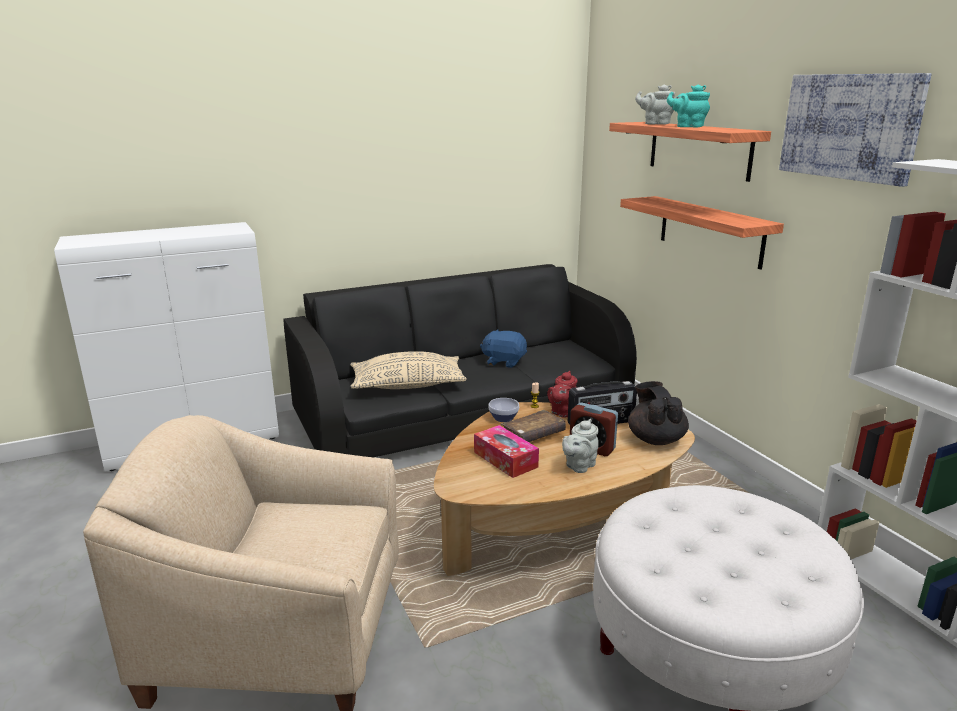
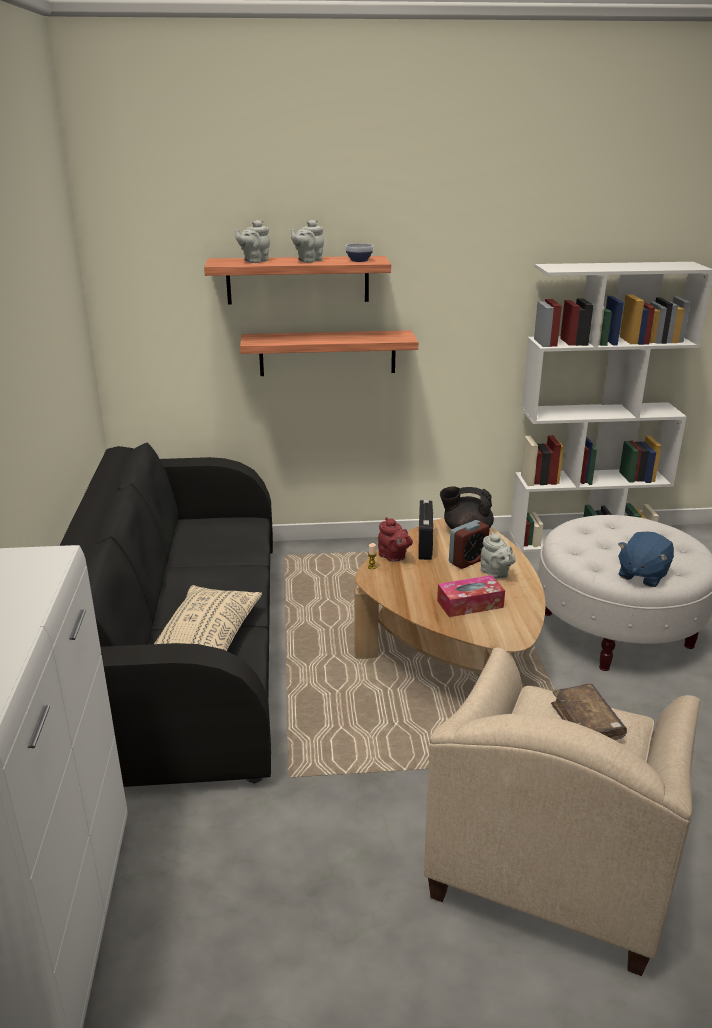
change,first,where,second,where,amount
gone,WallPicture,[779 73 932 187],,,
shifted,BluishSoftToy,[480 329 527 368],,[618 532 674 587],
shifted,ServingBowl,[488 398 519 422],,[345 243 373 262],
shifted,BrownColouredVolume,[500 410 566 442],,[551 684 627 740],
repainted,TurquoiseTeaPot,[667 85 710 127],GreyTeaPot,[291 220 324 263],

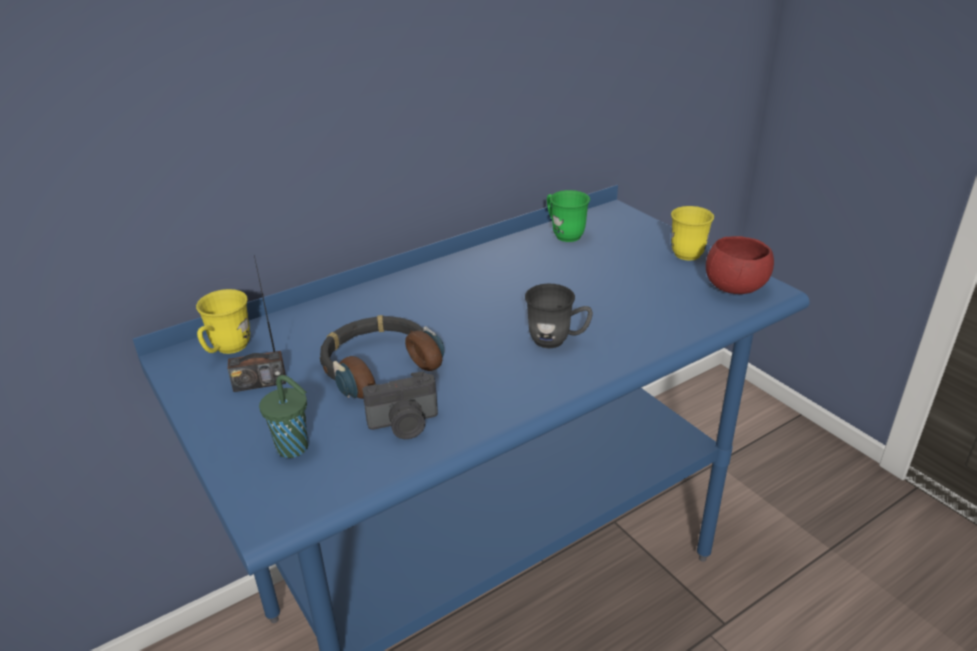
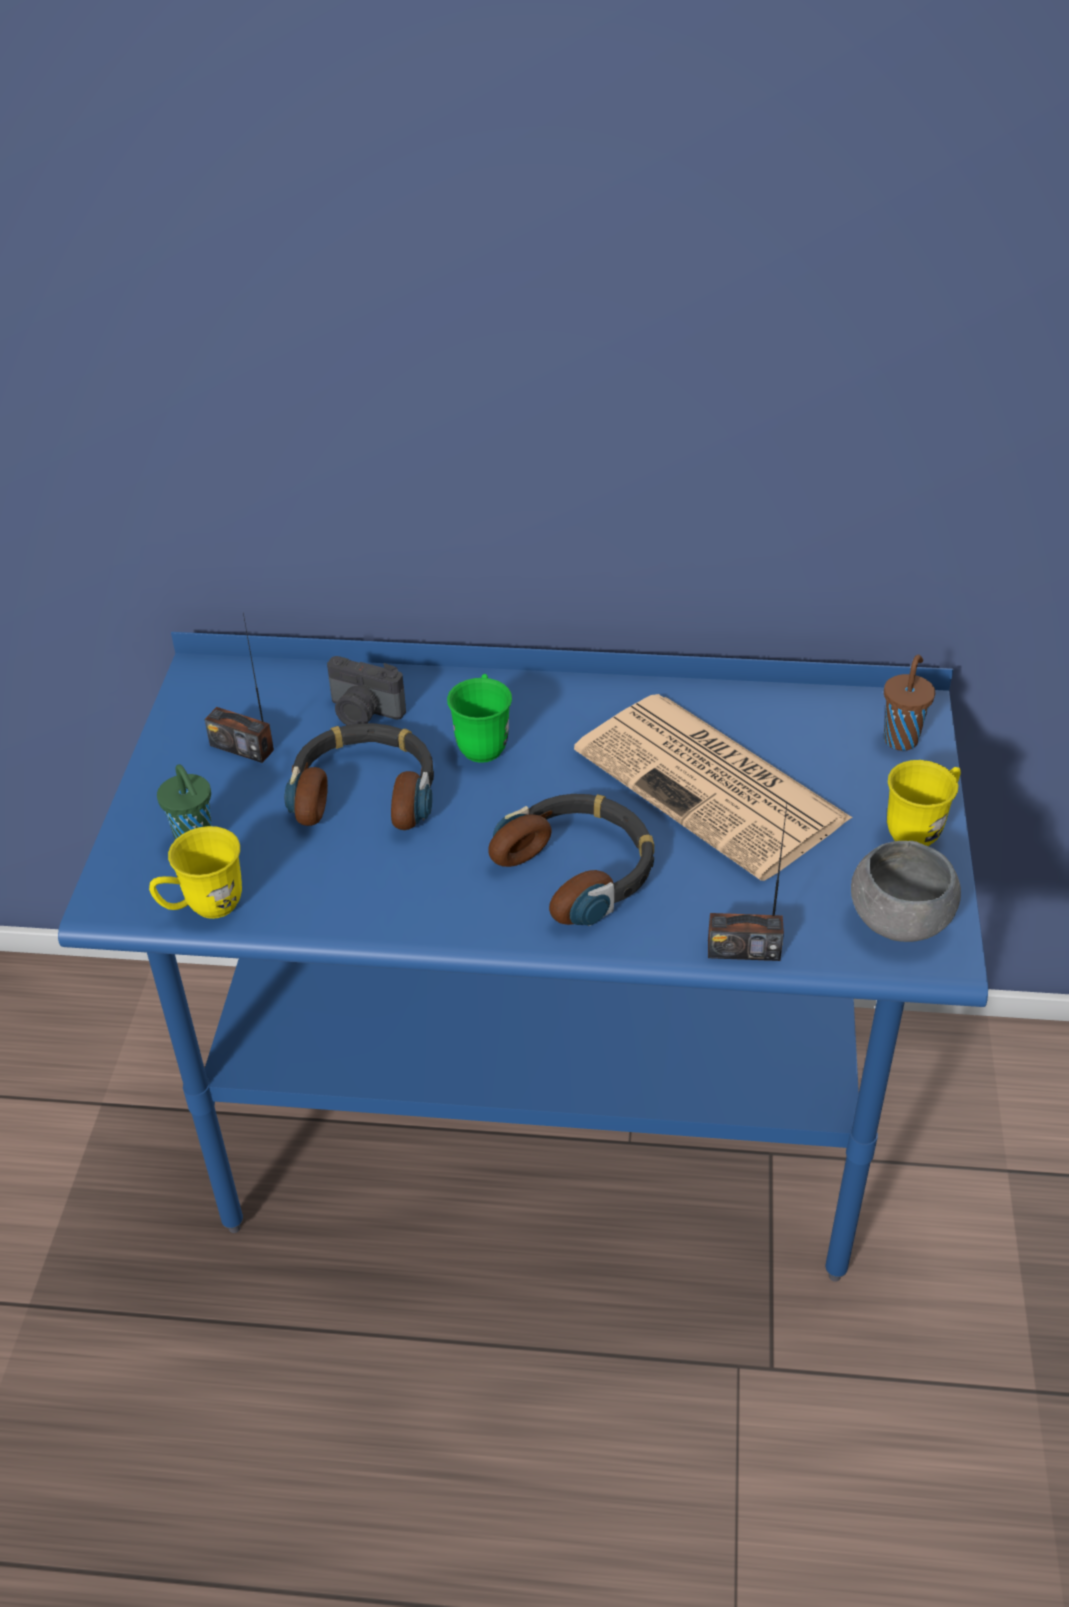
change,first,where,second,where,amount
new,,,DailyPaper,[574 694 853 881],
new,,,Radio,[708 805 787 961],
new,,,BrownColouredDrinkingCup,[884 655 935 751],
shifted,YellowishCoffeeMug,[196 289 250 354],,[149 826 242 919],
shifted,PhotoCamera,[362 371 438 439],,[327 656 406 725],
shifted,GreenCoffeeMug,[547 190 590 242],,[447 674 512 763],
swapped,GreyCoffeeMug,[525 284 593 348],PairOfHeadphones,[488 794 654 926],
repainted,ReddishServingBowl,[706 236 774 294],GreyServingBowl,[851 841 961 942],

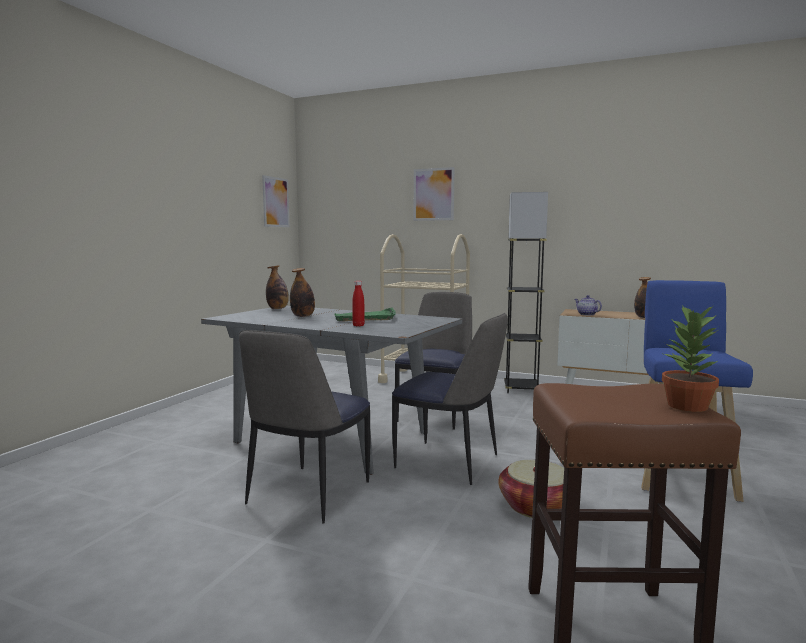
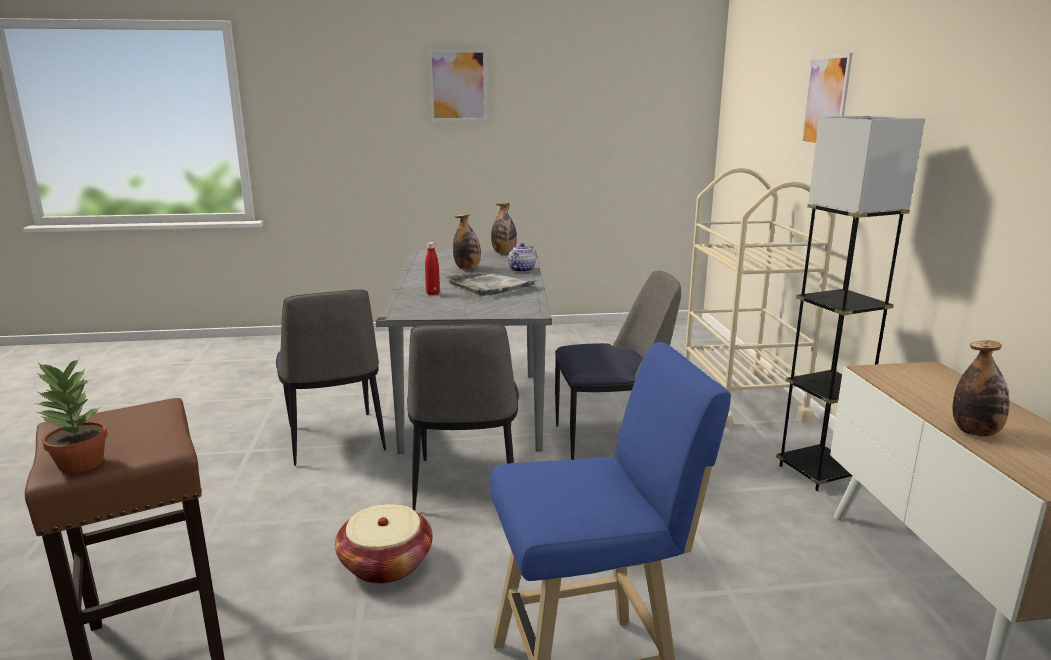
change,first,where,second,where,amount
shifted,WallPicture,[262 175 290 227],,[428 49 487 121],
shifted,TeaPot,[575 295 602 315],,[508 243 536 272],
repainted,GreenTray,[335 308 396 322],GreyTray,[446 272 535 296],
rotated,UprightChair,[239 330 370 524],,[276 289 386 466],105 degrees counterclockwise

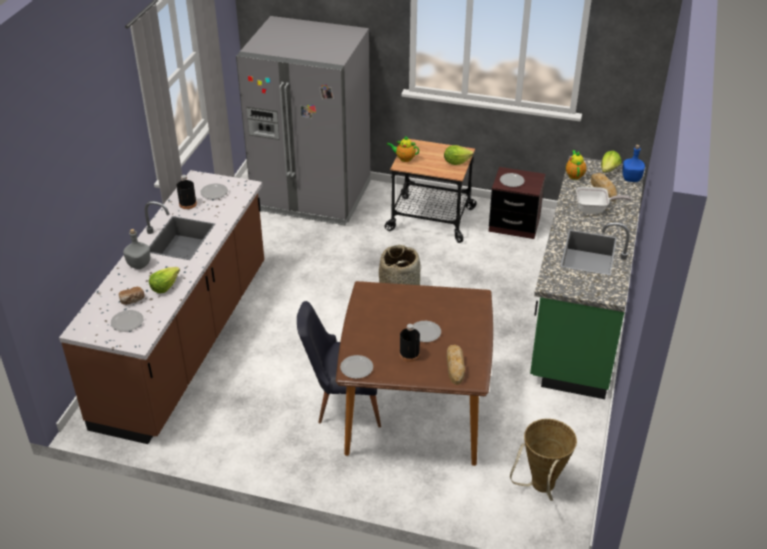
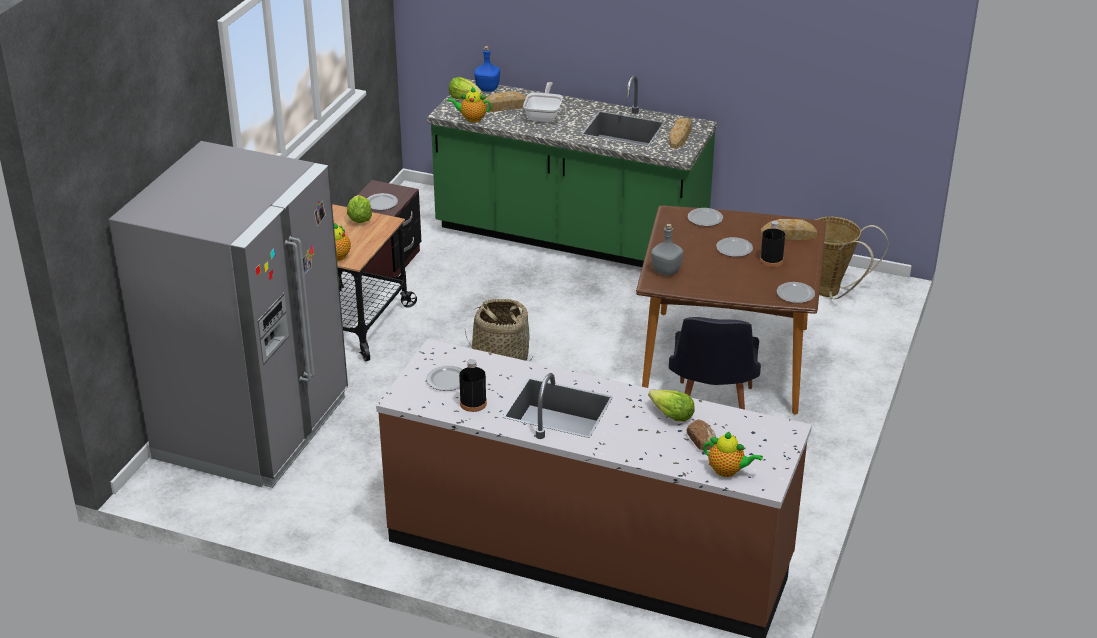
change,first,where,second,where,amount
new,,,BakeryBread,[669 118 692 149],
new,,,TeaPot,[703 432 763 477],
shifted,FlatDish,[111 310 144 332],,[688 208 723 226],
shifted,GreyBottle,[123 229 150 269],,[651 224 683 276],

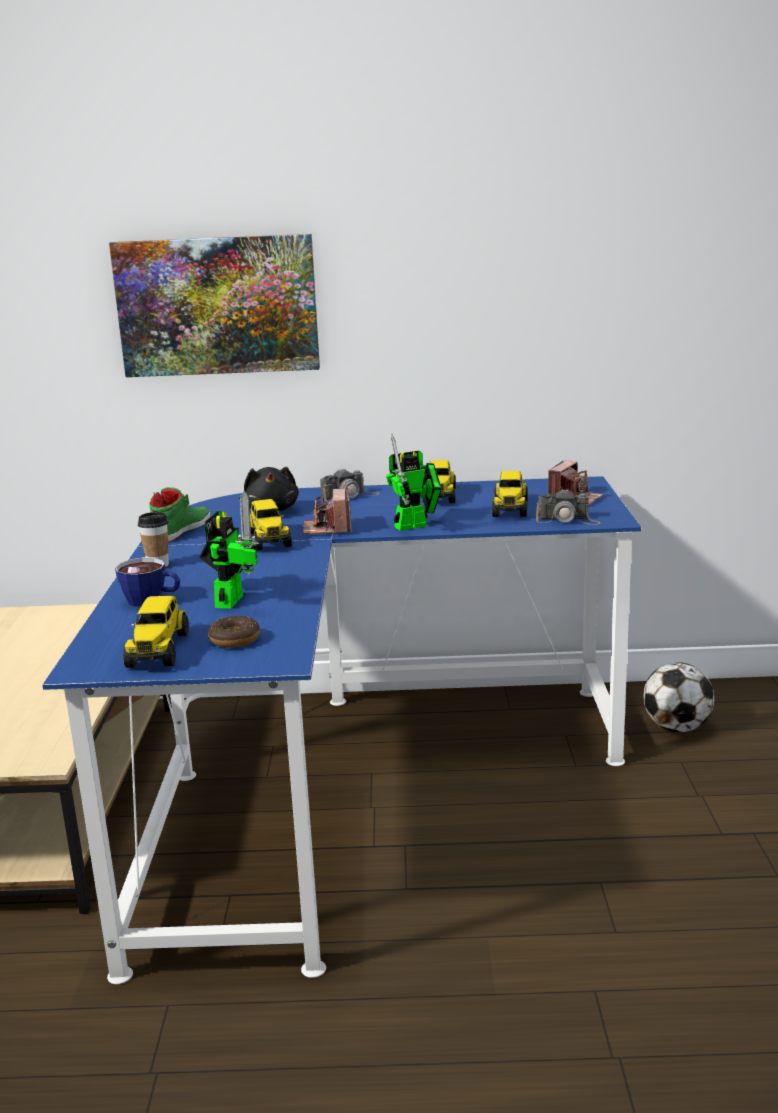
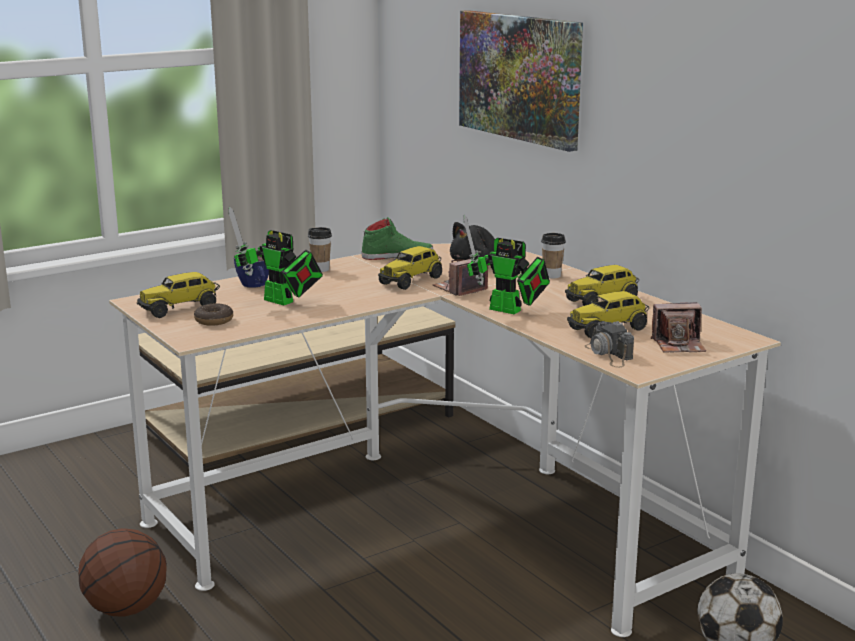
change,first,where,second,where,amount
new,,,BallForBasketball,[78 528 167 617],
swapped,PhotoCamera,[320 468 380 502],DrinkingCup,[541 233 566 279],
repainted,BluishDeskUnit,[42 476 641 984],BeigeColouredDeskUnit,[109 243 781 637],
rotated,ToyRobot,[199 491 259 609],,[228 206 323 306],60 degrees clockwise

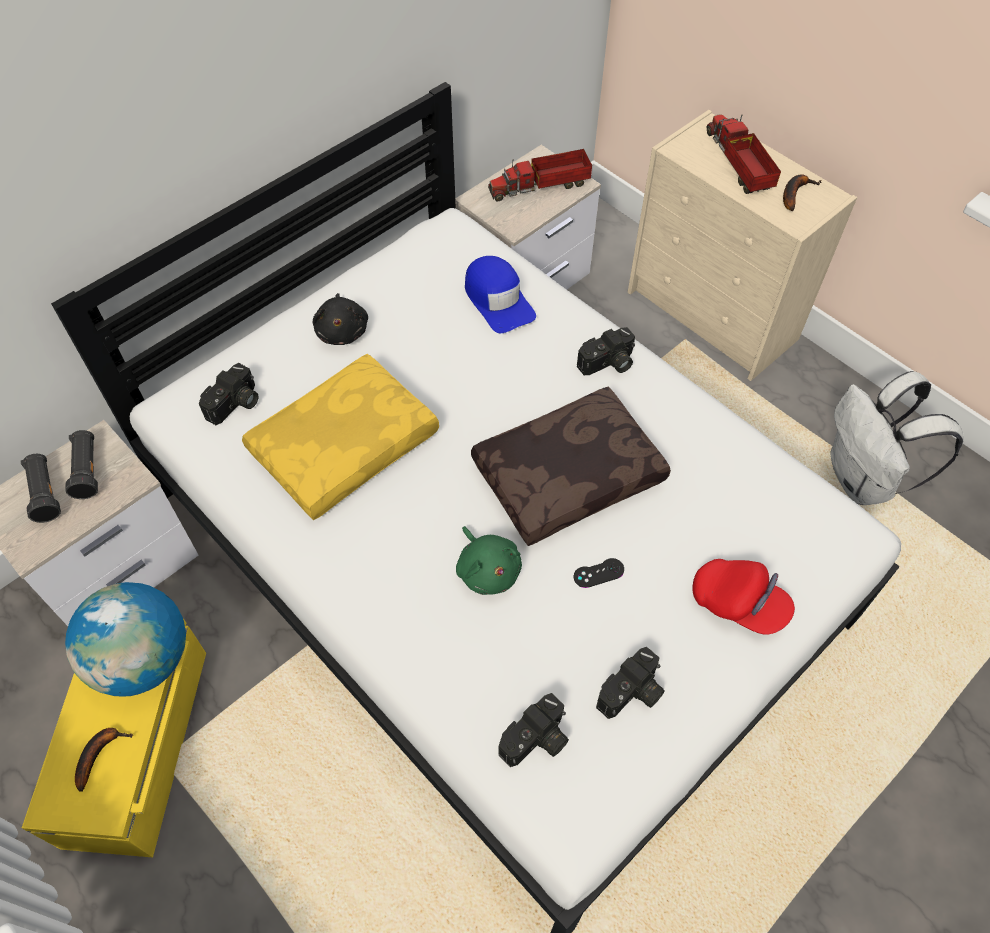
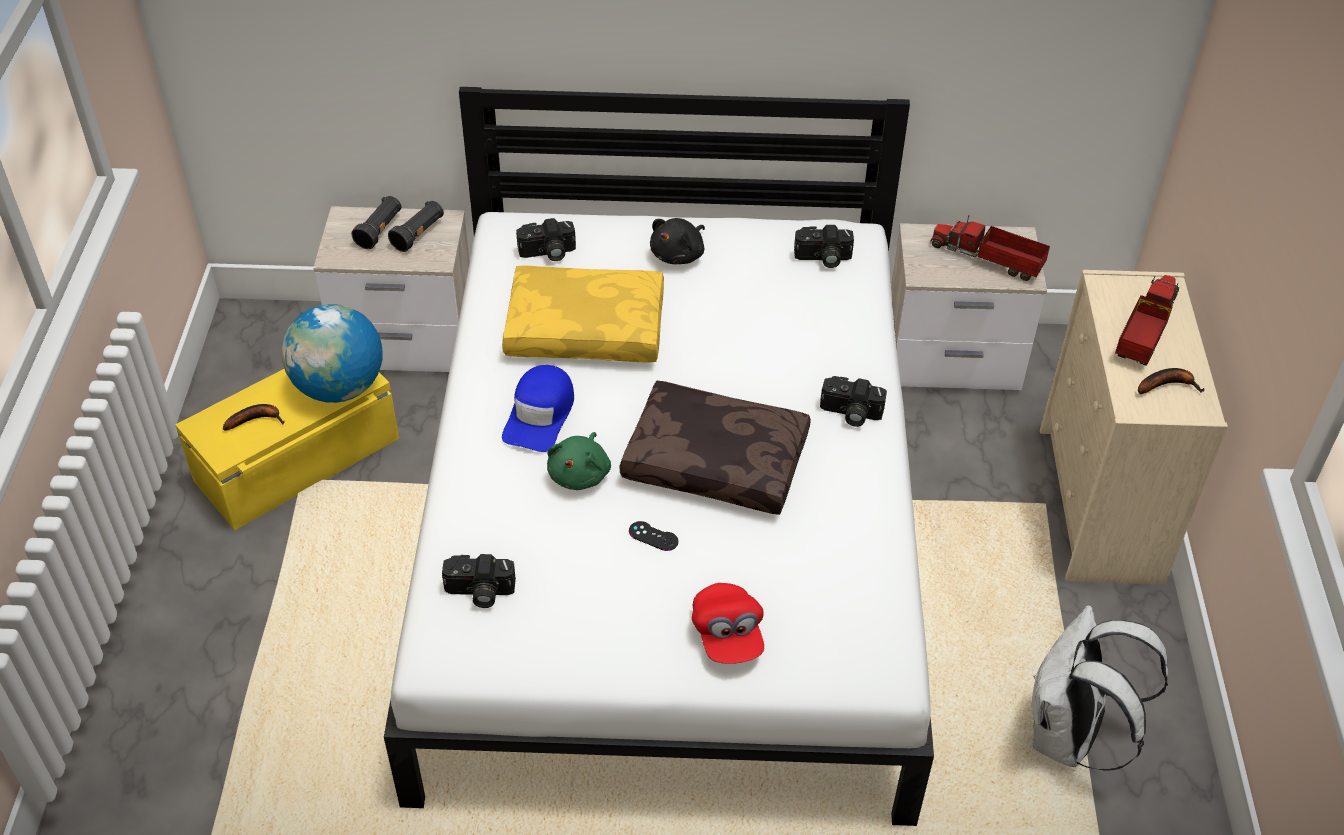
change,first,where,second,where,amount
shifted,BluishCap,[465 256 536 333],,[502 365 574 452],
shifted,PhotoCamera,[596 647 665 719],,[794 225 854 268],

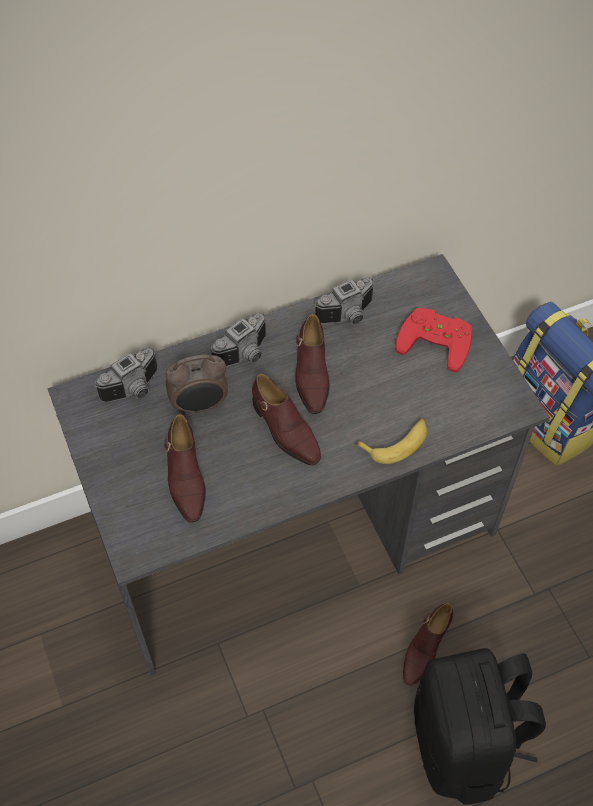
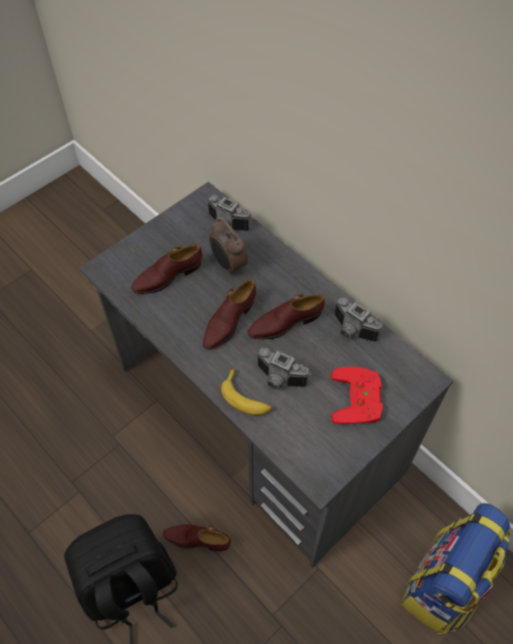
change,first,where,second,where,amount
shifted,PhotoCamera,[211 313 266 367],,[257 348 311 389],

